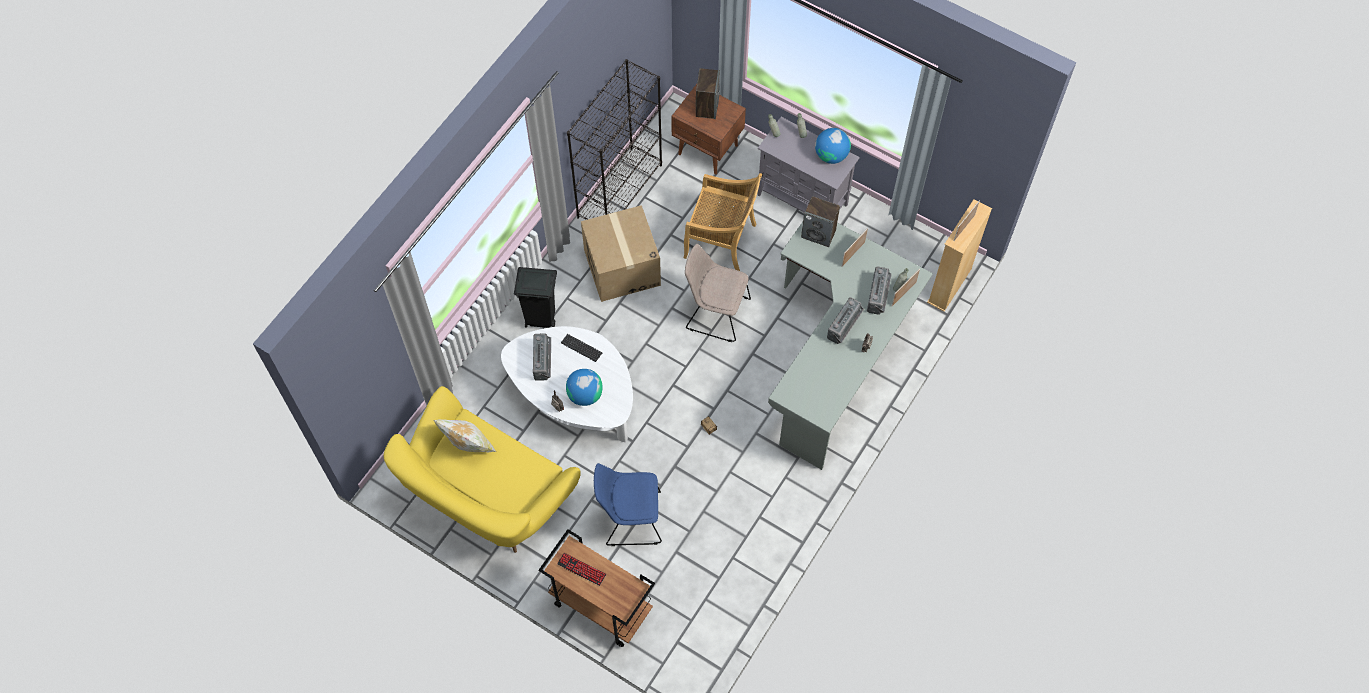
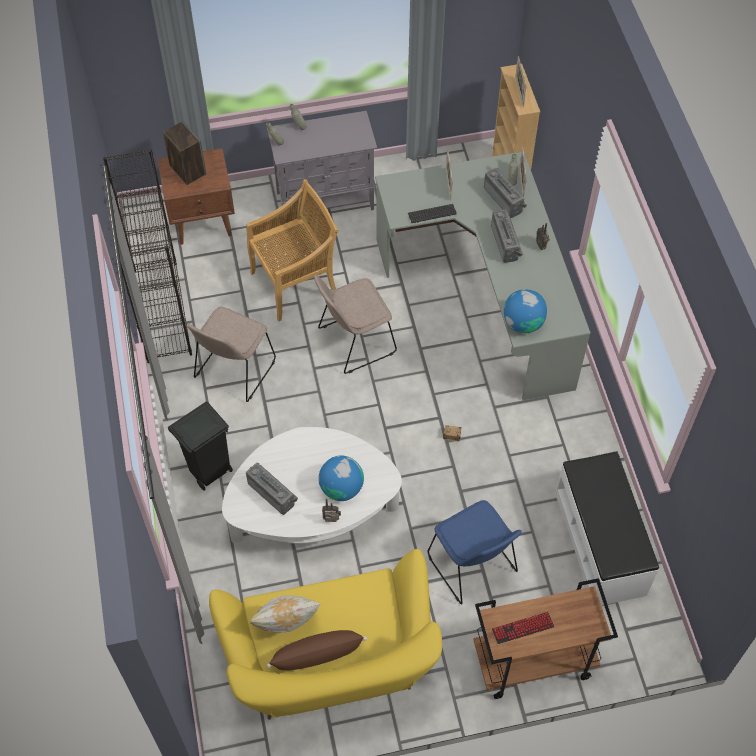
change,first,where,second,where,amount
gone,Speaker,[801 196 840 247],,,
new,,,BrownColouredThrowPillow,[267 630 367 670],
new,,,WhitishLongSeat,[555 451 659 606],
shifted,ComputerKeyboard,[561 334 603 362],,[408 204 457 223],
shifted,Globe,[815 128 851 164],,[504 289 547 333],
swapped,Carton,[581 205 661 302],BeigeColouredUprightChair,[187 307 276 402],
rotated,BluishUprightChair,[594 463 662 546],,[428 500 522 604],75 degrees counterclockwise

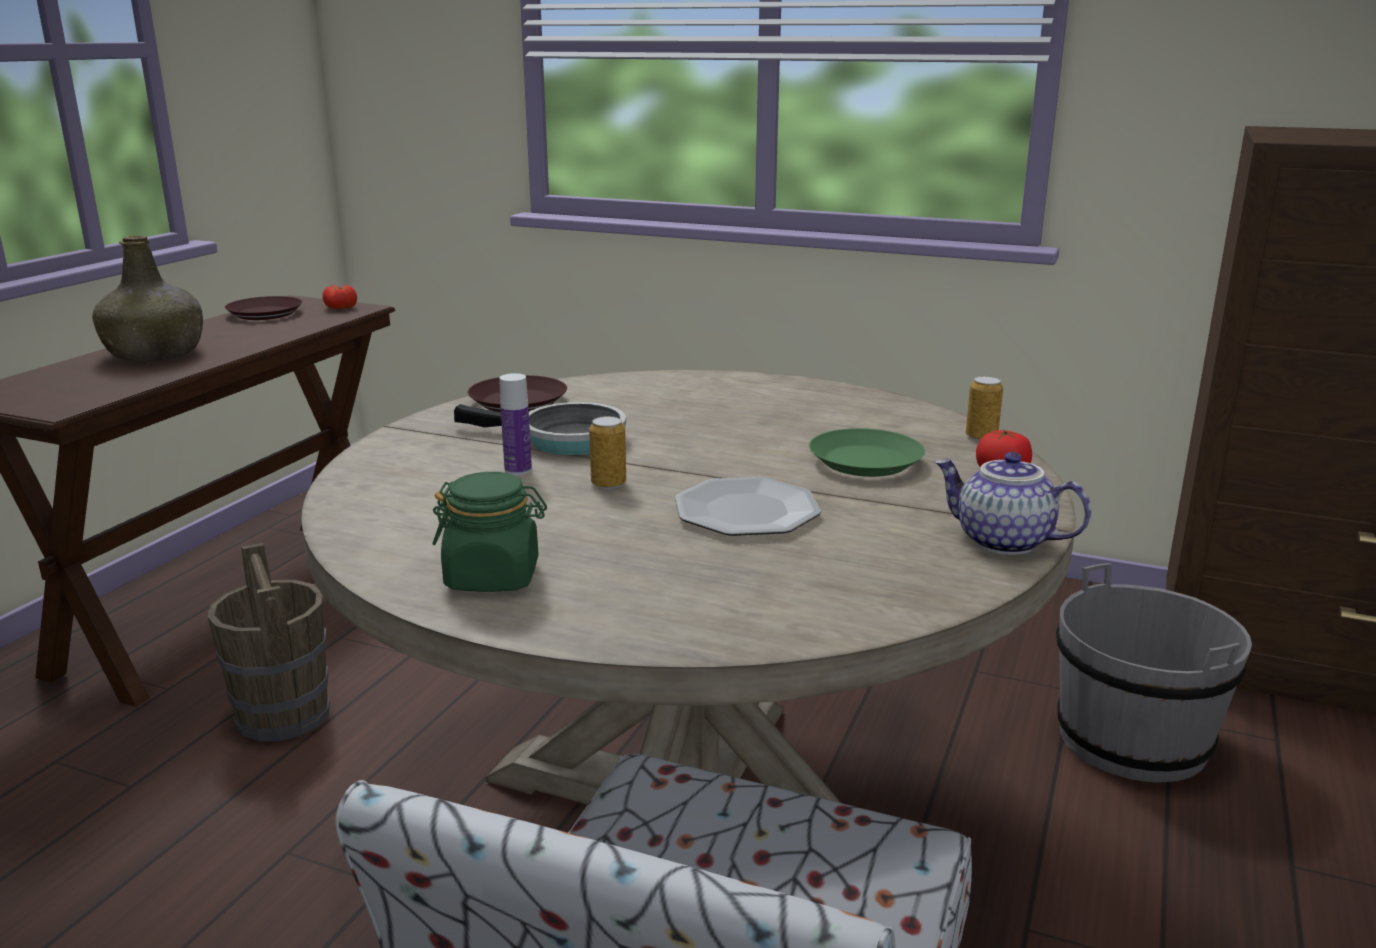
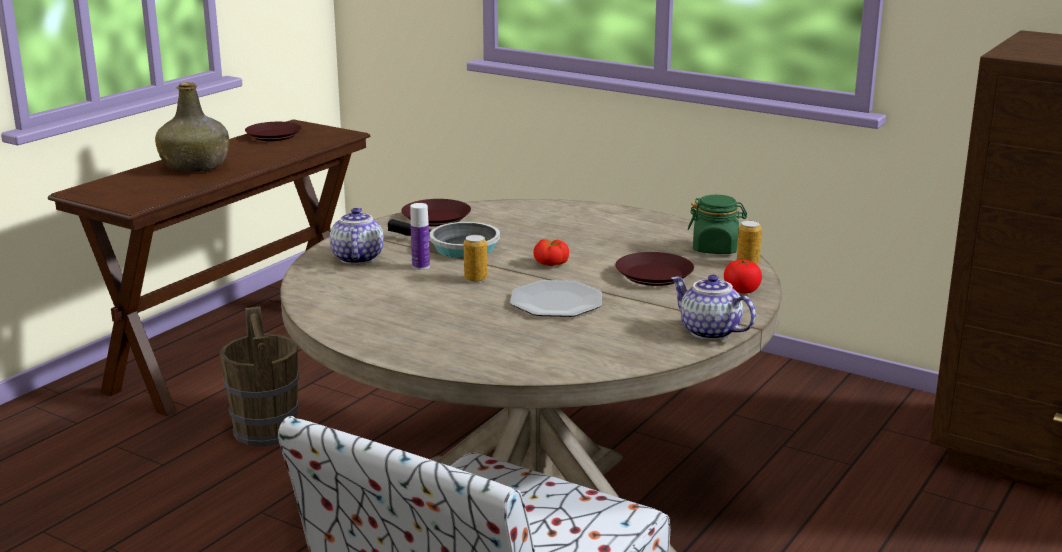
change,first,where,second,where,amount
gone,GreyWaterBucket,[1056 563 1252 783],,,
new,,,TeaPot,[330 208 384 264],
shifted,WholeTomato,[322 285 357 309],,[533 239 569 266],
shifted,GreenJar,[433 472 547 592],,[688 195 747 254],
repainted,GreenFlatDish,[809 428 925 477],BrownColouredFlatDish,[615 252 694 286],

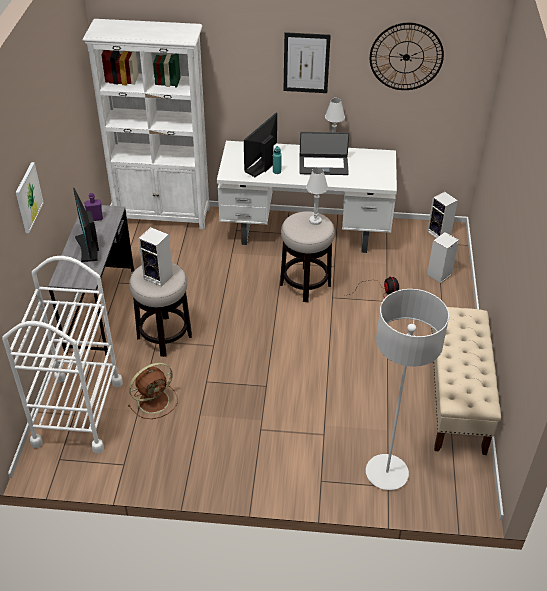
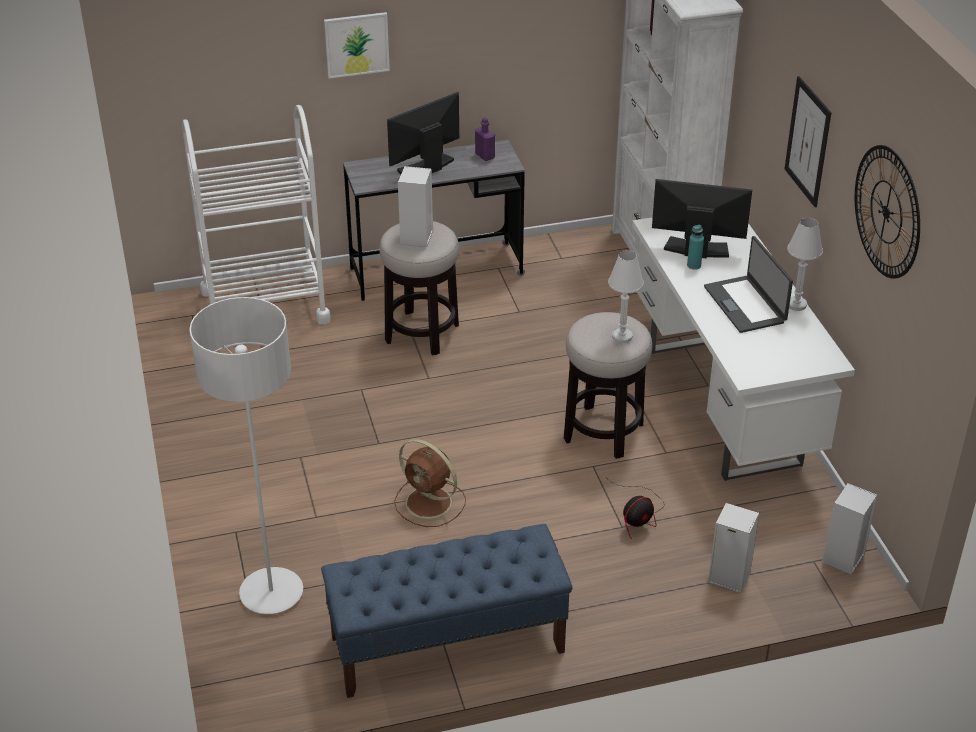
change,first,where,second,where,amount
shifted,BrownColouredElectricFan,[128 363 177 419],,[394 439 466 527],
repainted,BeigeColouredLongSeat,[431 307 501 455],BluishLongSeat,[321 524 572 698],

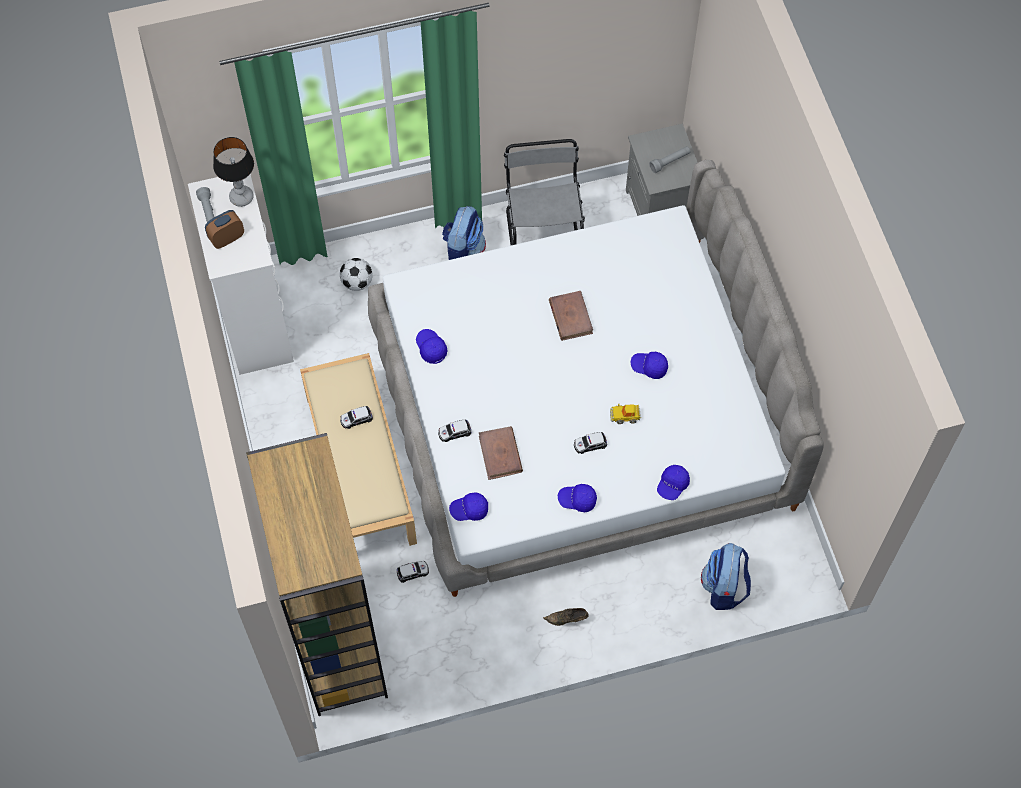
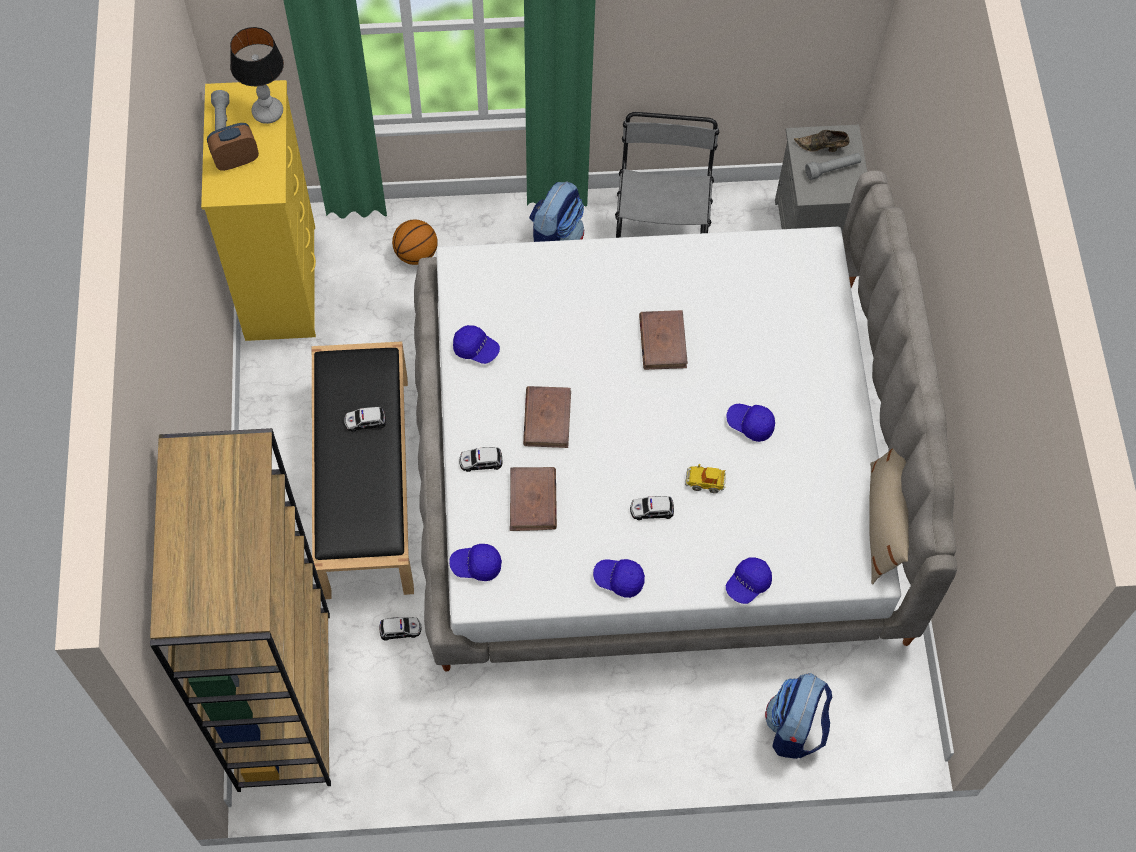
change,first,where,second,where,amount
new,,,BrownColouredVolume,[523 386 571 448],
new,,,BeigeColouredThrowPillow,[869 449 909 584],
shifted,BrownColouredShoe,[543 608 589 626],,[794 130 849 152],
swapped,FootballBall,[340 258 373 291],BallForBasketball,[392 219 438 265],
repainted,WhitishDrawerChest,[188 174 294 375],YellowishDrawerChest,[201 80 316 341],
repainted,BeigeColouredLongSeat,[300 353 417 546],BlackColouredLongSeat,[312 341 414 599],
rotated,BluishCap,[416 329 448 364],,[453 325 500 364],135 degrees clockwise

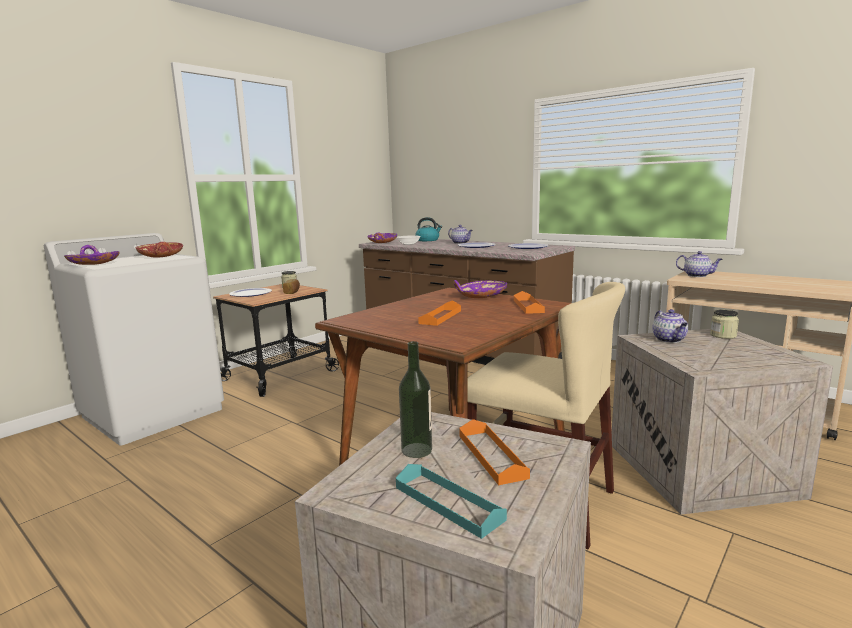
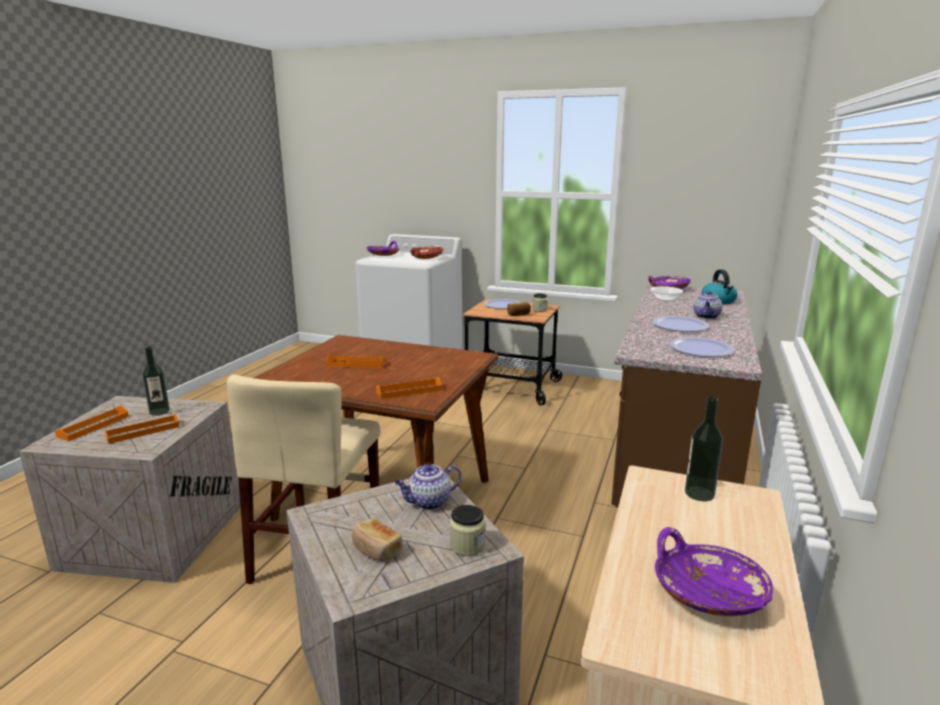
change,first,where,second,where,amount
new,,,BakeryBread,[352 518 402 561],
shifted,PurpleServingBowl,[454 280 507 298],,[655 527 773 616],
swapped,TeaPot,[676 251 723 277],Bottle,[685 396 723 501],
repainted,TurquoiseTray,[396 464 507 539],OrangeyTray,[55 405 129 441],

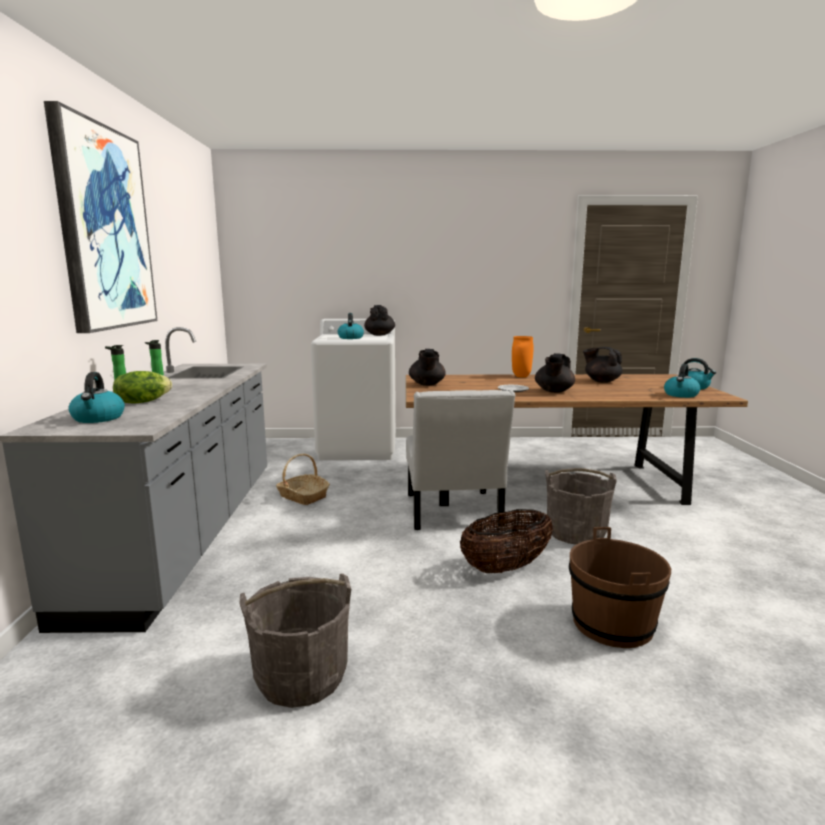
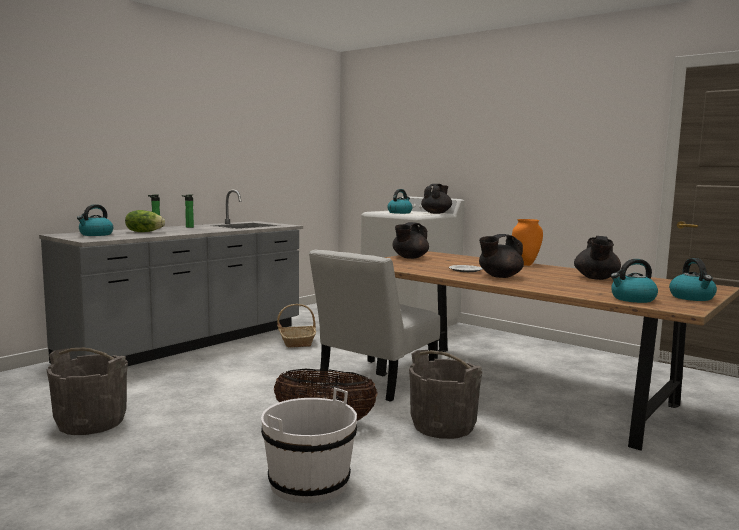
change,first,where,second,where,amount
gone,WallPicture,[44 101 157 333],,,
repainted,BrownColouredWaterBucket,[569 527 671 648],WhitishWaterBucket,[261 388 357 503],
rotated,BlackColouredTeaPot,[583 347 622 383],,[574 236 621 280],150 degrees counterclockwise

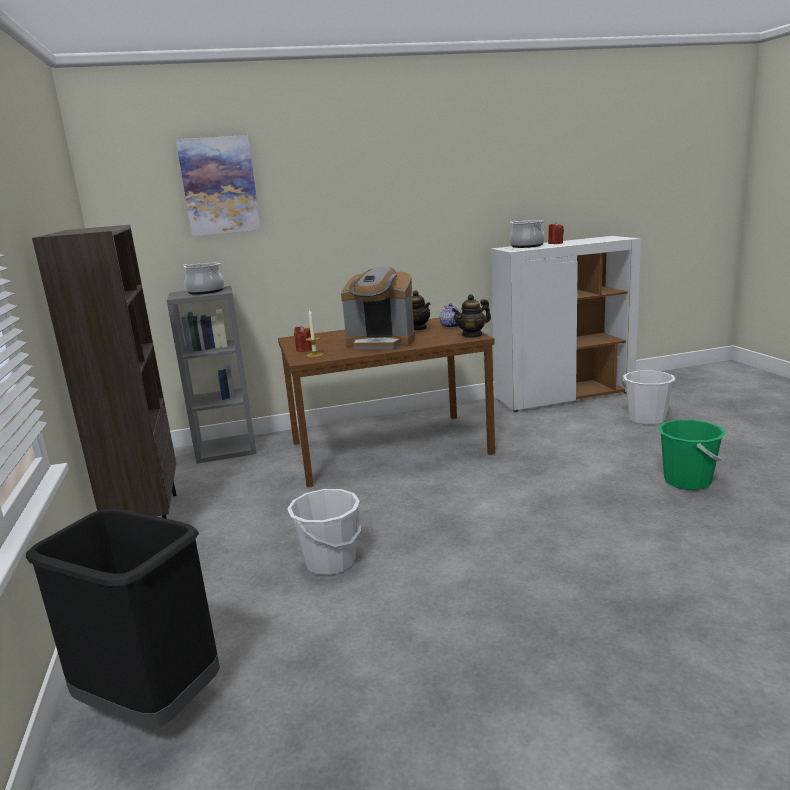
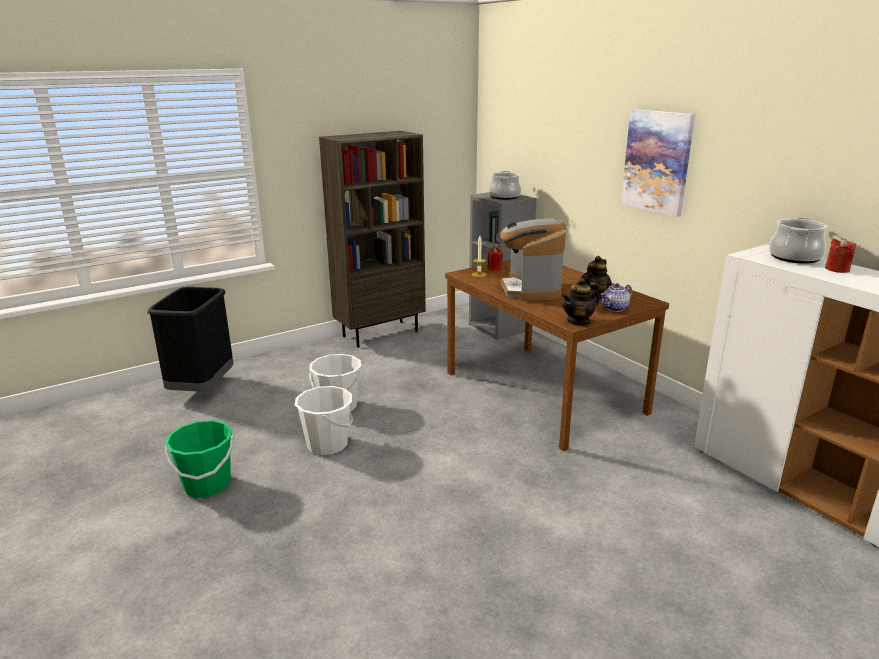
change,first,where,second,where,amount
shifted,WallPicture,[176 135 261 236],,[621 109 695 217],
shifted,WhitishWaterBucket,[622 370 676 425],,[295 386 354 455],
shifted,GreenWaterBucket,[658 420 726 490],,[164 420 233 498],
rotated,TeaPot,[452 294 491 338],,[561 278 599 326],75 degrees counterclockwise

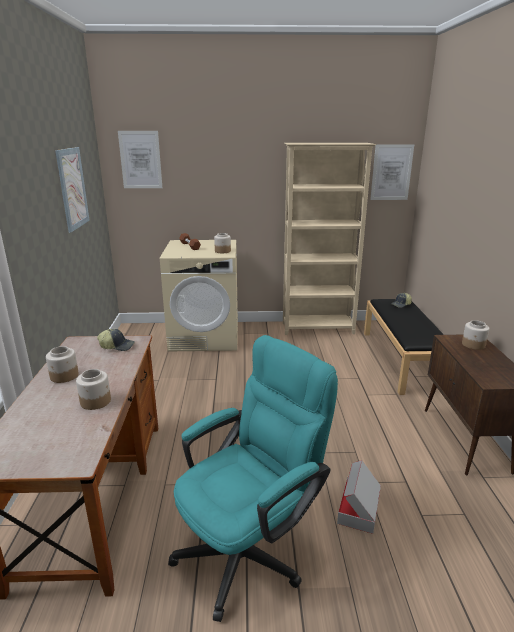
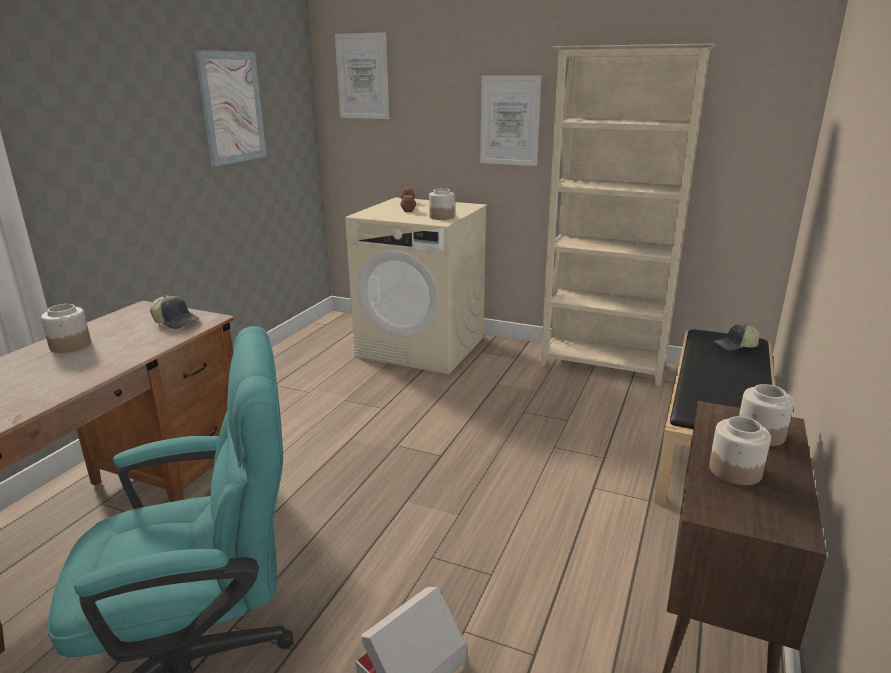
change,first,where,second,where,amount
shifted,Jar,[76 369 111 410],,[709 416 771 485],
shifted,WallPicture,[370 144 414 200],,[480 76 541 166],

